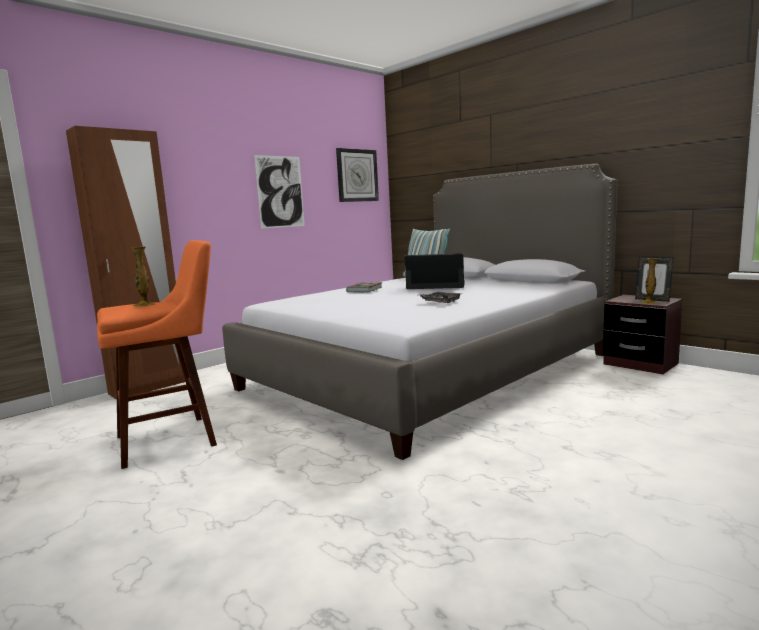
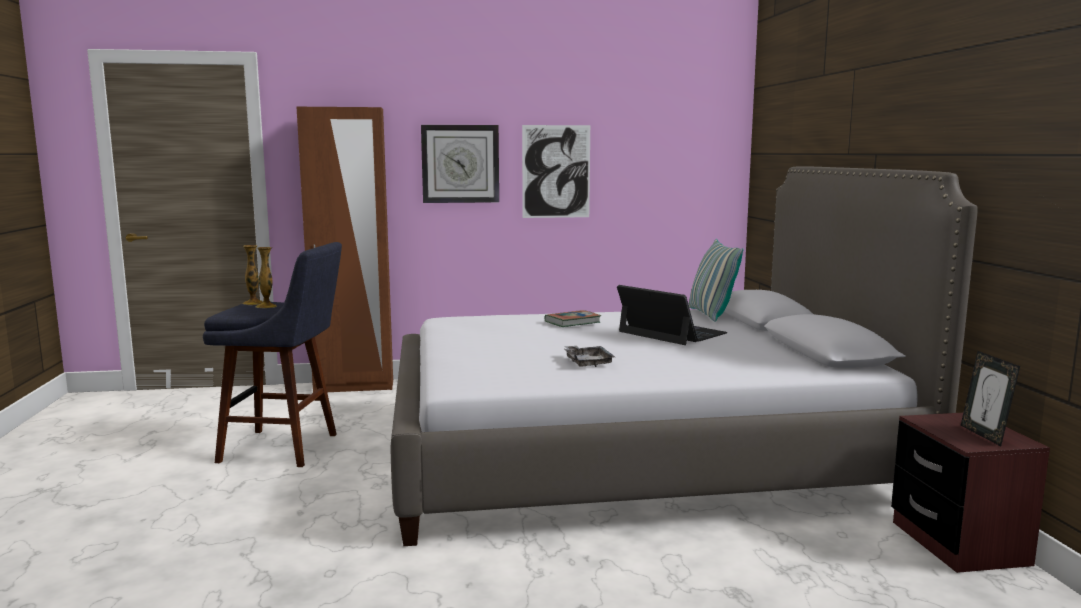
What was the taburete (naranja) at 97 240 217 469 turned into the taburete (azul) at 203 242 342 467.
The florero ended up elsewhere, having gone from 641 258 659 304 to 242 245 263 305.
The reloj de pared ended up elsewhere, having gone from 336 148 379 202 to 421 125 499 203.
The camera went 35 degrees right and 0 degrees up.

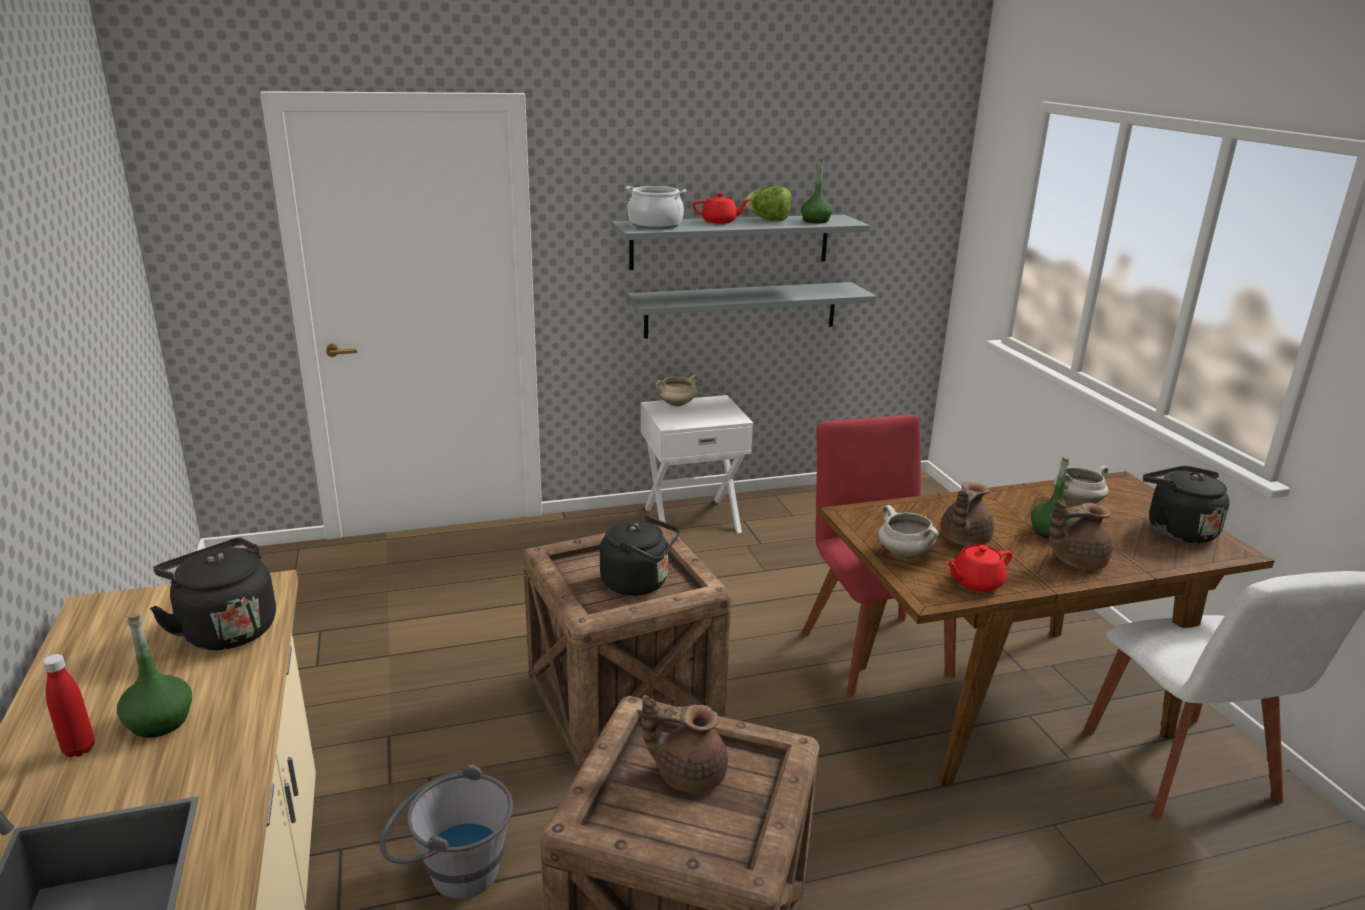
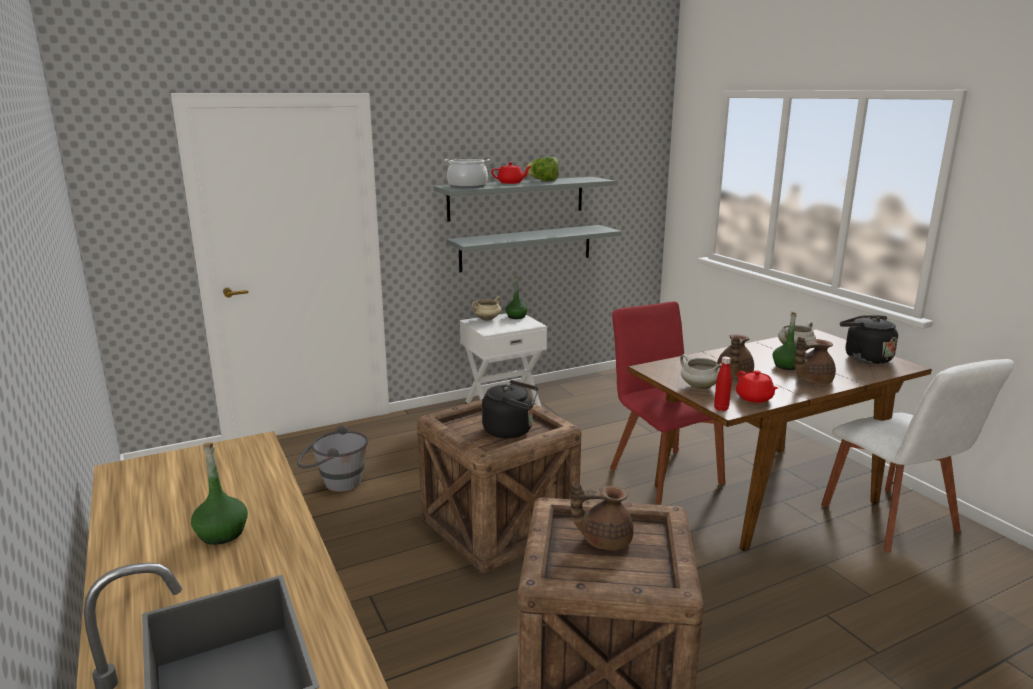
The cubo (gris) ended up elsewhere, having gone from 380 764 513 899 to 297 425 368 492.
The botella (verde) ended up elsewhere, having gone from 801 159 833 223 to 506 276 528 319.
The botella (rojo) ended up elsewhere, having gone from 42 654 94 757 to 714 357 732 411.
The tetera (rojo) at 946 545 1012 592 ended up facing another way, 75 degrees counterclockwise from before.
The second view lost the hervidor (negro) at 149 538 276 650.
The camera went 10 degrees left and 5 degrees down.

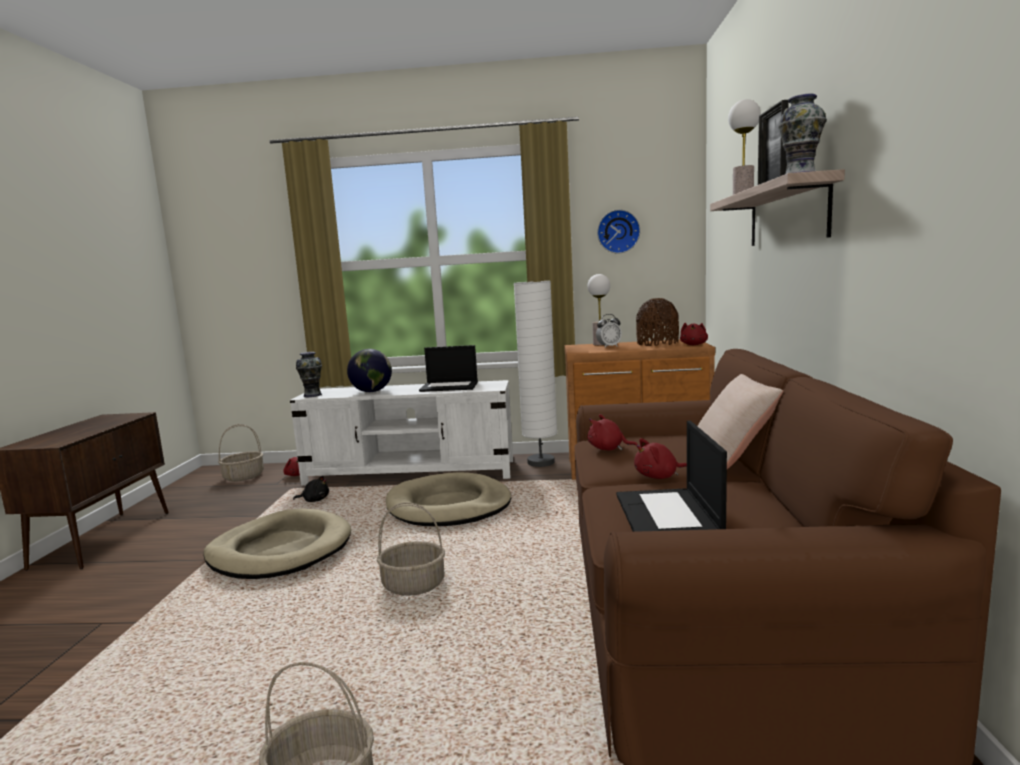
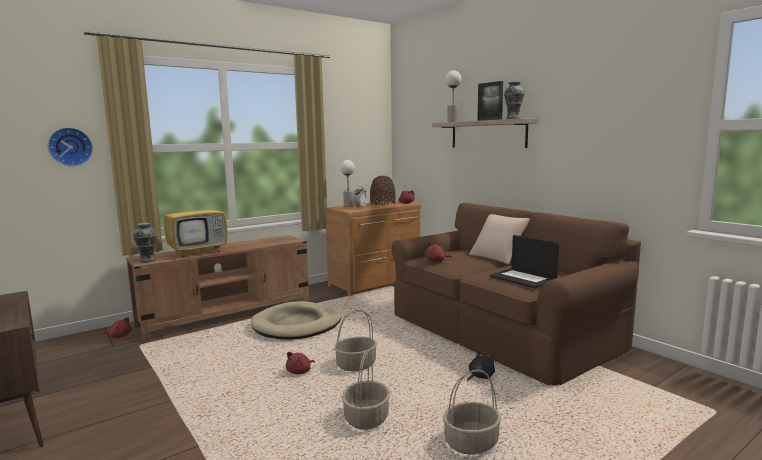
The reloj de pared ended up elsewhere, having gone from 597 210 640 254 to 47 127 93 166.
What was the mueble de televisión (blanco) at 290 380 513 486 turned into the mueble de televisión (marrón) at 126 235 309 341.
Where the globo terráqueo stood at 347 349 392 392, the televisor came to stand at 164 184 228 257.
The peluche (rojo) ended up elsewhere, having gone from 634 438 687 479 to 286 352 315 374.
The cesta ended up elsewhere, having gone from 218 424 264 482 to 342 350 390 430.
The peluche (negro) ended up elsewhere, having gone from 293 476 329 502 to 467 351 495 382.
The second view lost the cama para perro (beis) at 203 508 351 579.
The second view lost the portátil at 419 345 478 392.
The second view lost the lámpara de pie (blanco) at 513 281 557 467.
The camera went 40 degrees left and 0 degrees up.

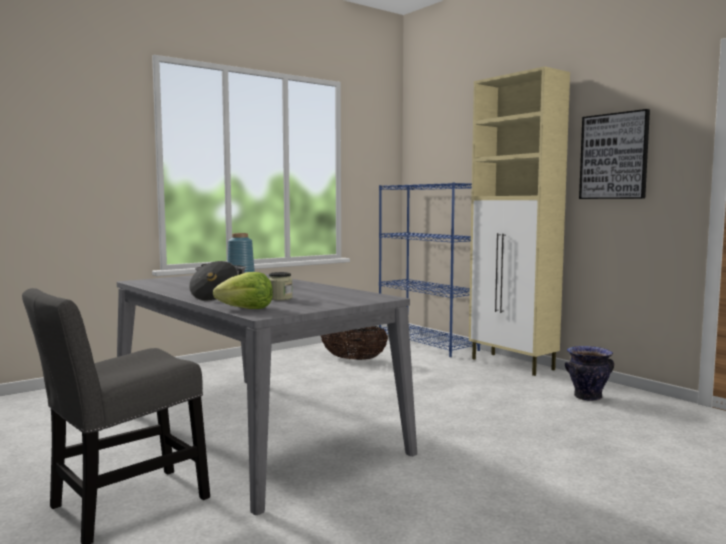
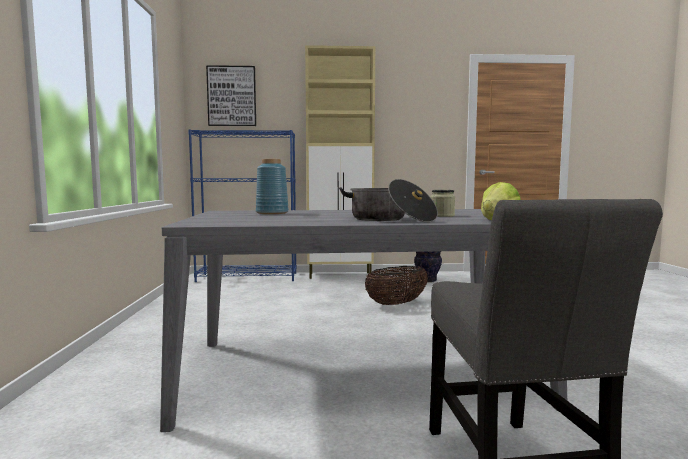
The cuadro ended up elsewhere, having gone from 579 109 650 199 to 206 65 256 126.
The cesta ended up elsewhere, having gone from 321 326 388 360 to 365 266 428 305.
The camera went 55 degrees left and 0 degrees up.

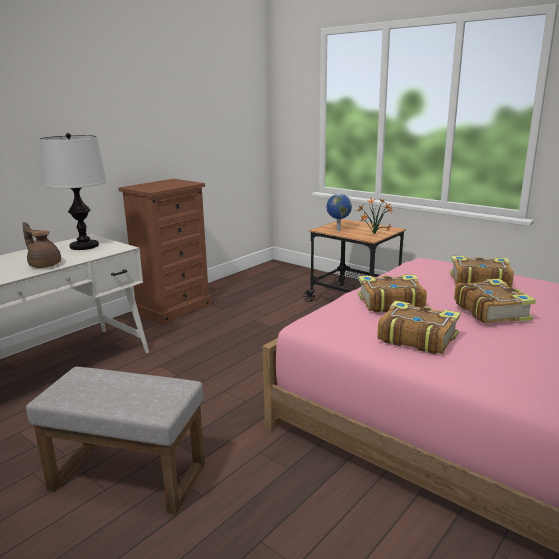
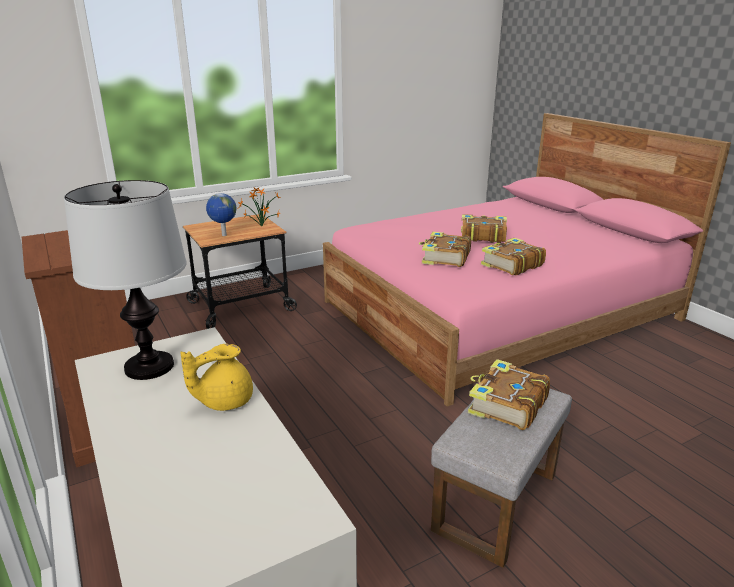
What was the tetera (marrón) at 22 222 61 268 turned into the tetera (amarillo) at 181 344 253 411.
The libro ended up elsewhere, having gone from 450 256 514 288 to 468 359 550 430.
The camera went 70 degrees left and 5 degrees up.

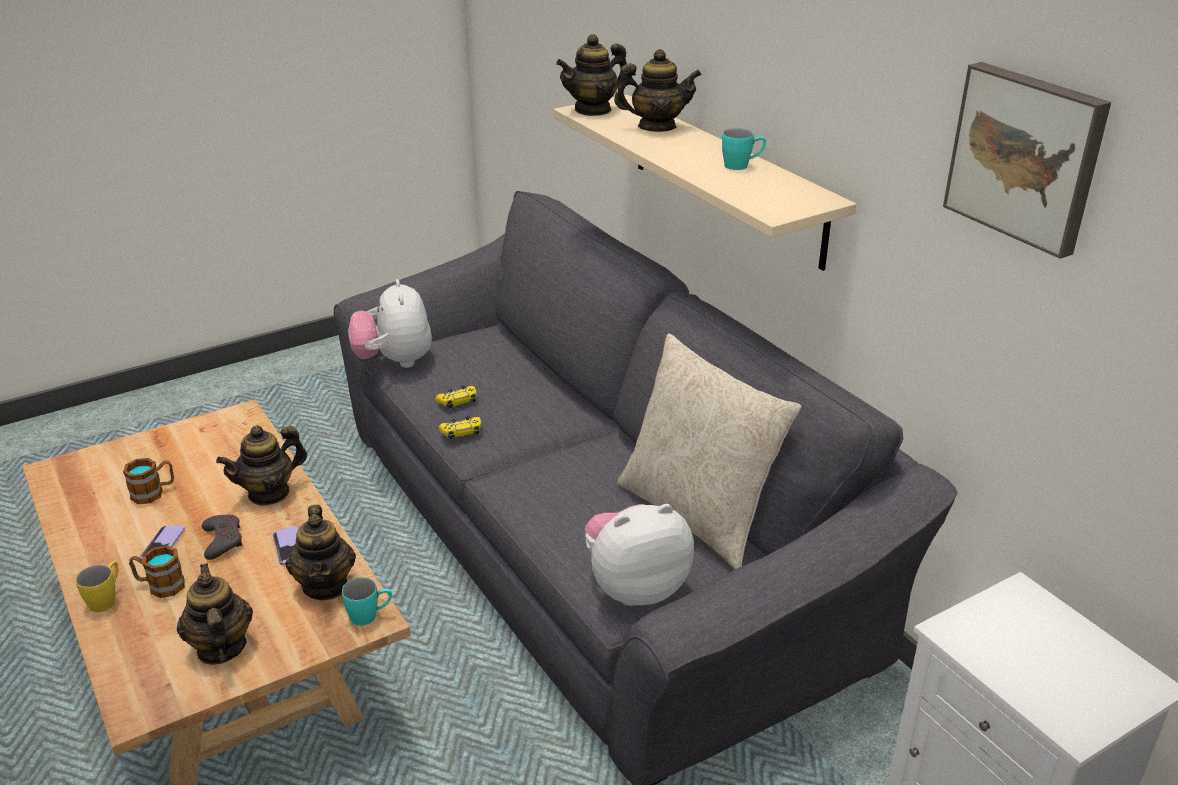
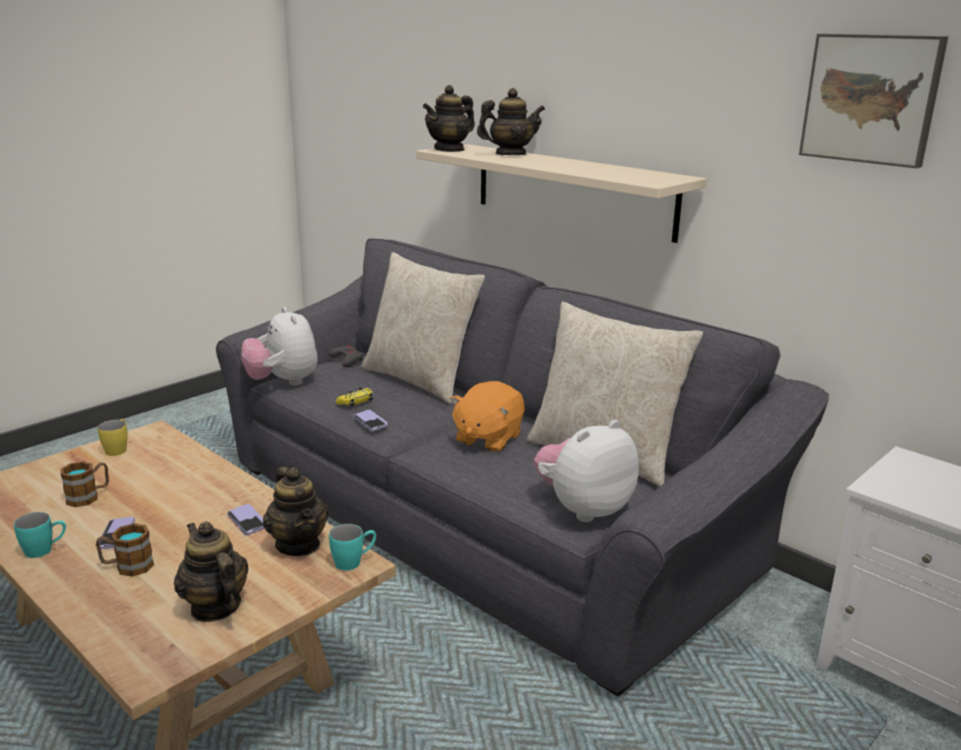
The taza grande (turquesa) ended up elsewhere, having gone from 722 128 766 170 to 14 512 66 558.
The taza grande (amarillo) ended up elsewhere, having gone from 76 561 118 612 to 98 419 128 456.
The mando de consola (gris) ended up elsewhere, having gone from 202 515 242 560 to 329 345 363 367.
Where the mando de consola (amarillo) stood at 439 416 481 439, the móvil came to stand at 354 410 388 431.
The second view gained the cojín (beis) at 362 252 485 404.
The second view gained the peluche (naranja) at 450 381 525 452.
The second view lost the tetera at 216 425 307 506.
The camera went 15 degrees left and 10 degrees down.

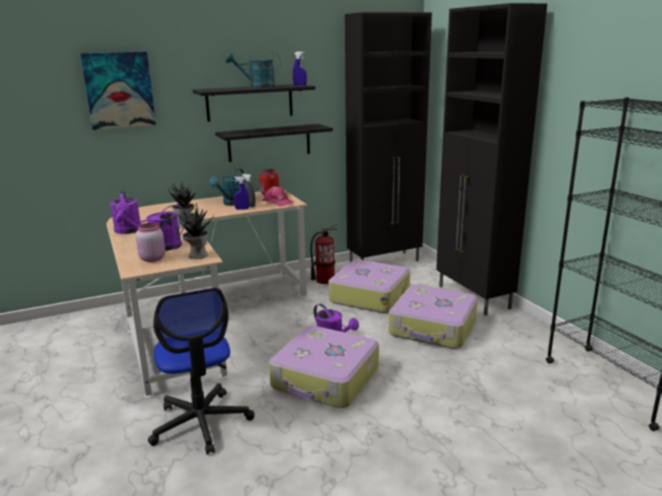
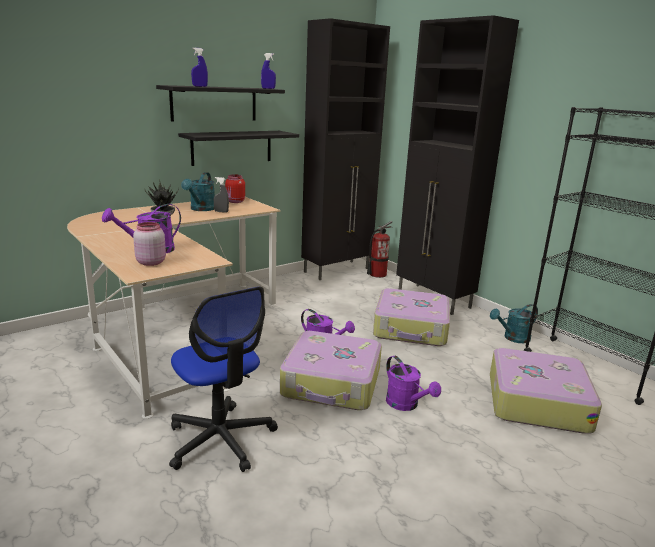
The pulverizador (azul) ended up elsewhere, having gone from 234 176 249 210 to 191 47 208 87.
The extintor ended up elsewhere, having gone from 310 223 338 284 to 367 221 392 278.
The regadera (morado) ended up elsewhere, having gone from 110 191 141 234 to 386 356 441 411.
The regadera (turquesa) ended up elsewhere, having gone from 226 52 281 88 to 490 304 538 343.
The maleta ended up elsewhere, having gone from 329 259 410 313 to 490 348 602 434.
The second view lost the cuadro at 80 51 156 130.
The second view lost the planta en maceta at 178 203 214 259.
The second view lost the gorra (rosa) at 262 186 294 207.
The camera went 15 degrees left and 0 degrees up.

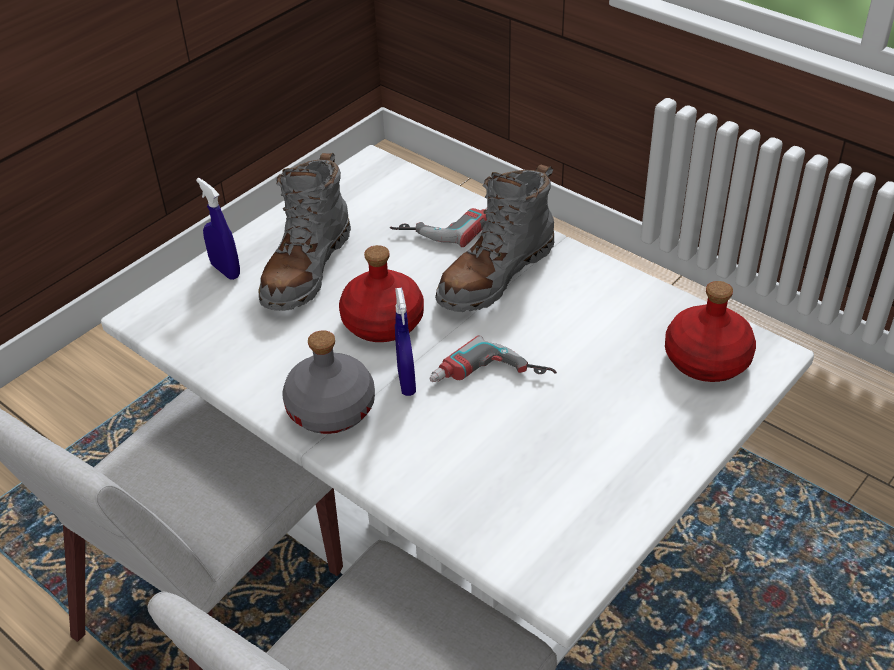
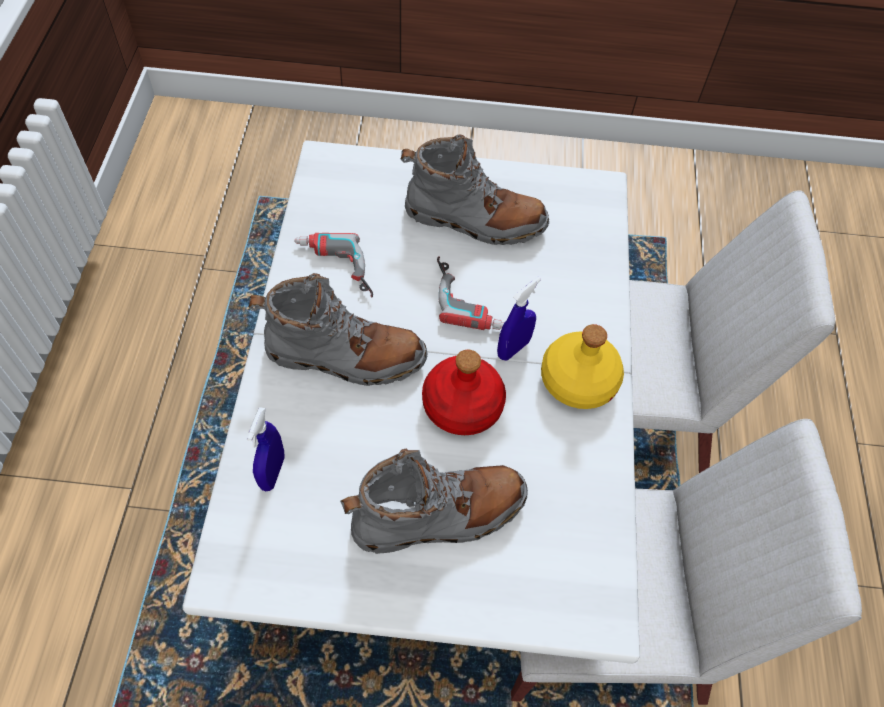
The pulverizador (azul) ended up elsewhere, having gone from 196 178 240 280 to 247 407 285 491.
The taladro ended up elsewhere, having gone from 390 207 487 247 to 294 233 373 298.
The second view gained the bota (gris) at 401 134 549 245.
What was the botella (gris) at 282 330 375 434 turned into the botella (amarillo) at 541 324 624 409.
The second view lost the botella (rojo) at 665 281 756 382.
The camera went 130 degrees left and 15 degrees up.

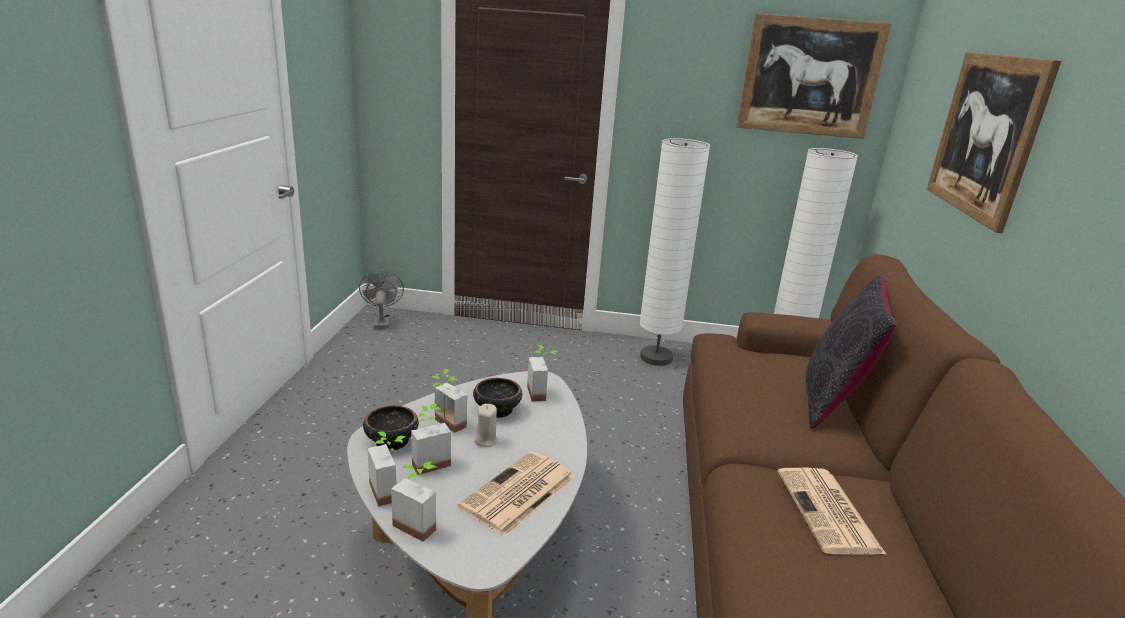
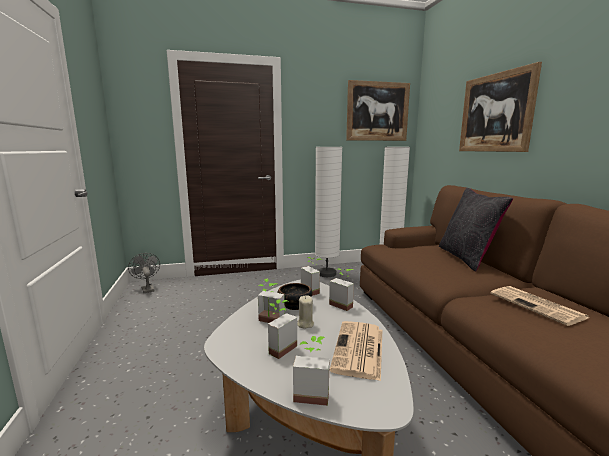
The planta en maceta ended up elsewhere, having gone from 367 432 405 506 to 329 268 354 311.
The second view lost the cuenco at 363 405 419 450.
The camera went 20 degrees left and 10 degrees down.

